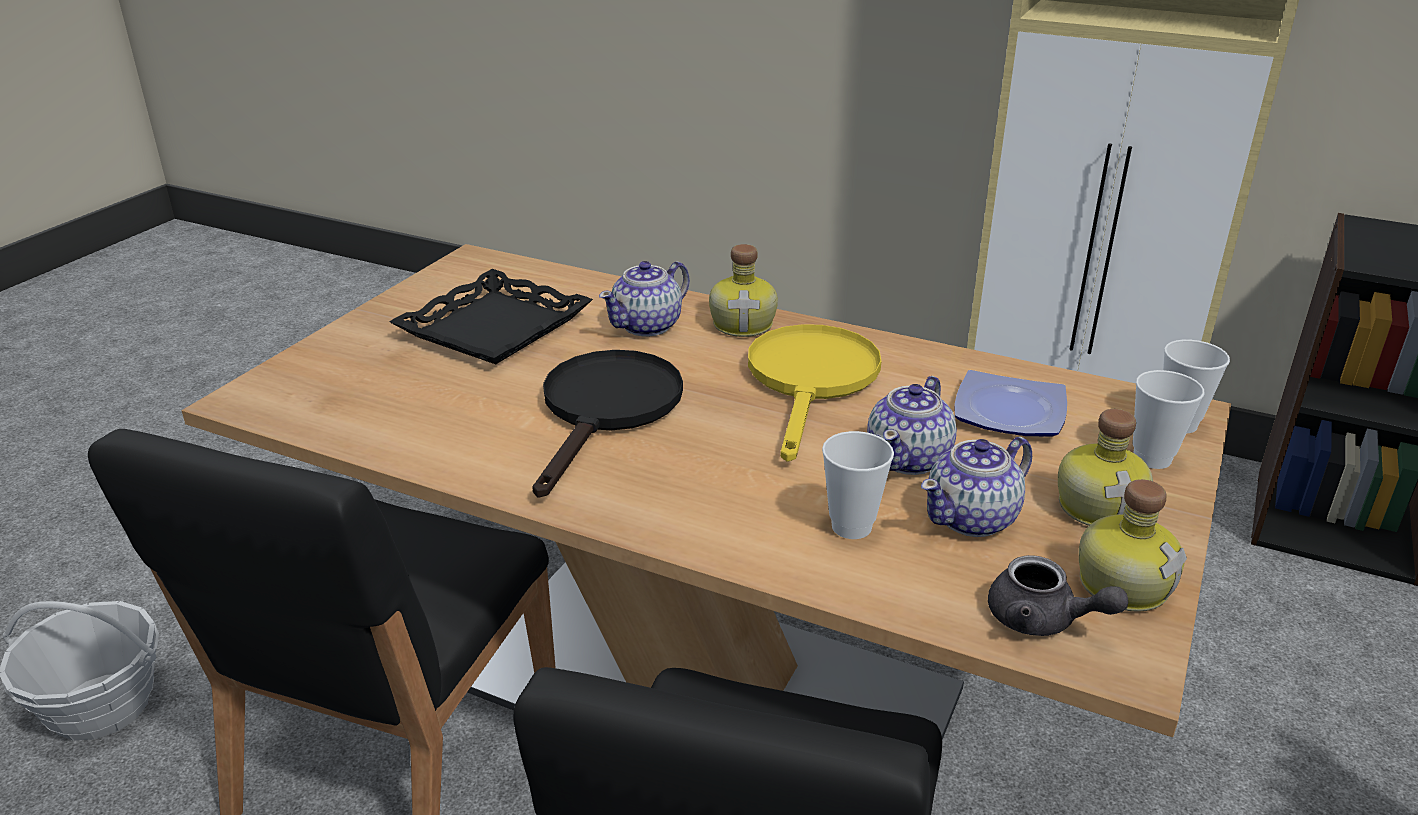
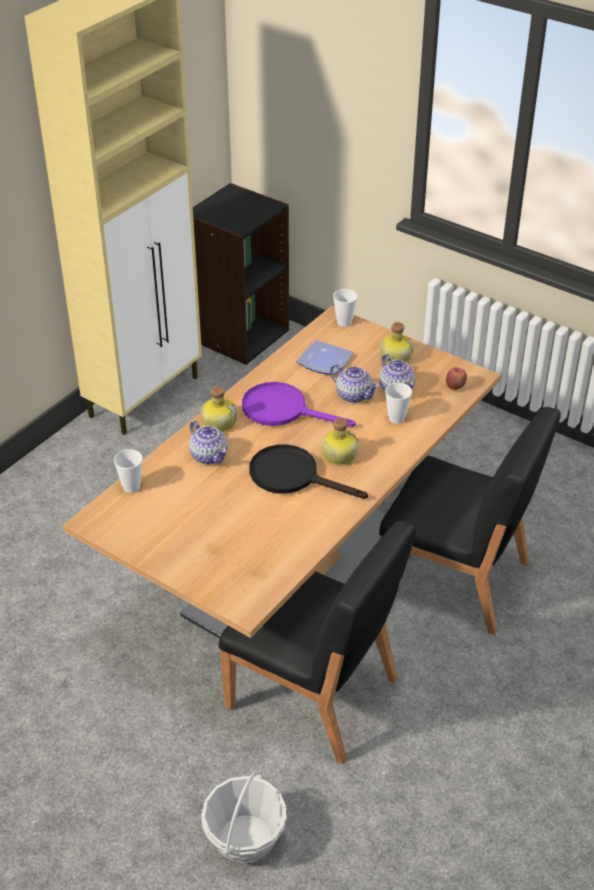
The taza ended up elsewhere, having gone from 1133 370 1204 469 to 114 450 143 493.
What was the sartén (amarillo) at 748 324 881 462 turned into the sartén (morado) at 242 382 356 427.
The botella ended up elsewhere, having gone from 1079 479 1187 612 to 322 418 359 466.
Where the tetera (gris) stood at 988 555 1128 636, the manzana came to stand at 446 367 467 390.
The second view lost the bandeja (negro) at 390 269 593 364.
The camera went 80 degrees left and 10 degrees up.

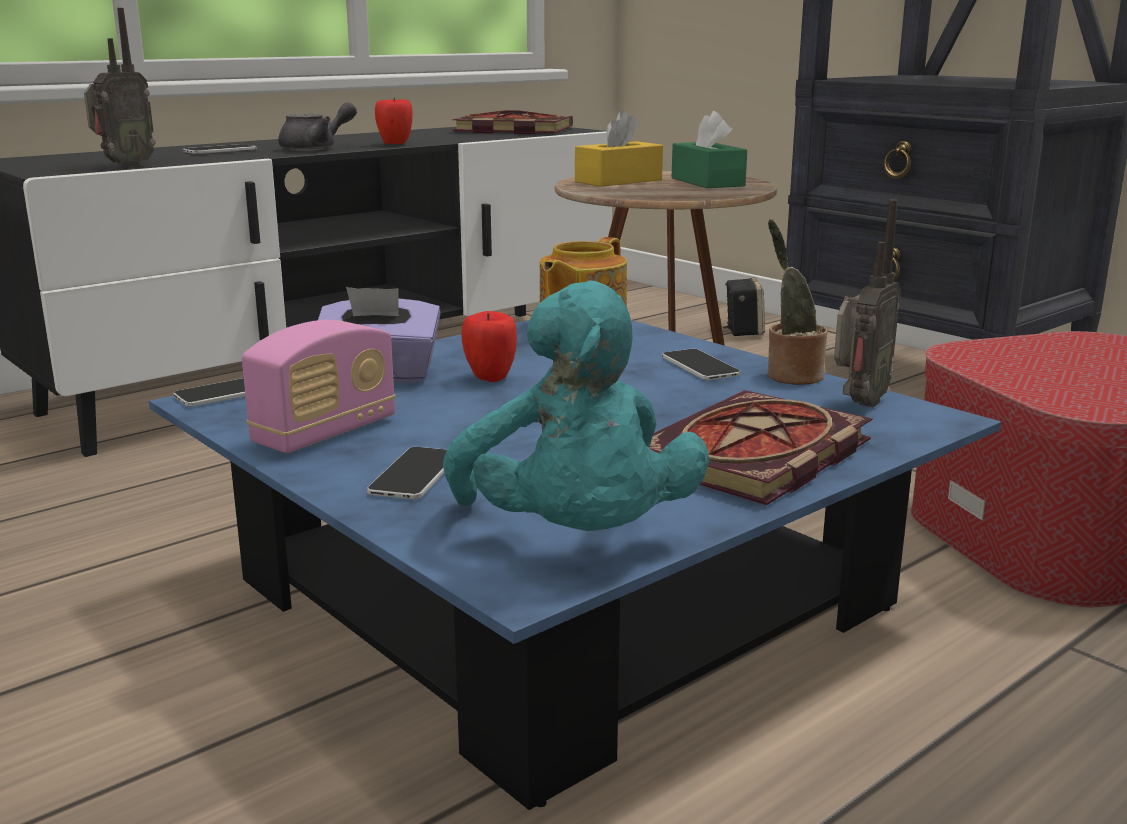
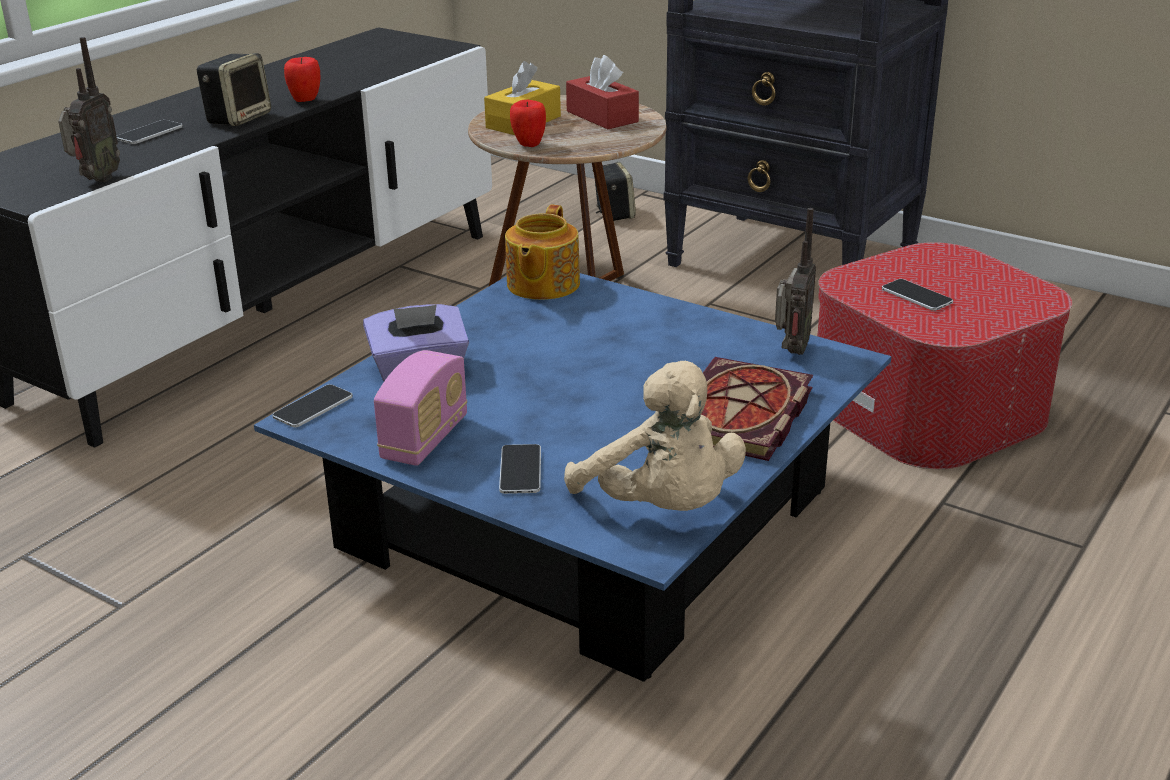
Where the tetera (gris) stood at 278 102 357 151, the altavoz came to stand at 196 53 271 126.
The manzana ended up elsewhere, having gone from 461 311 517 382 to 510 100 546 147.
What was the peluche (turquesa) at 443 280 710 531 turned into the peluche (beis) at 564 361 746 511.
What was the caja de pañuelos (verde) at 671 111 747 188 turned into the caja de pañuelos (rojo) at 566 55 639 129.
The móvil ended up elsewhere, having gone from 662 349 741 380 to 882 279 953 311.
The second view lost the libro at 452 110 573 134.
The second view lost the planta en maceta at 768 219 827 385.
The camera went 15 degrees left and 10 degrees up.

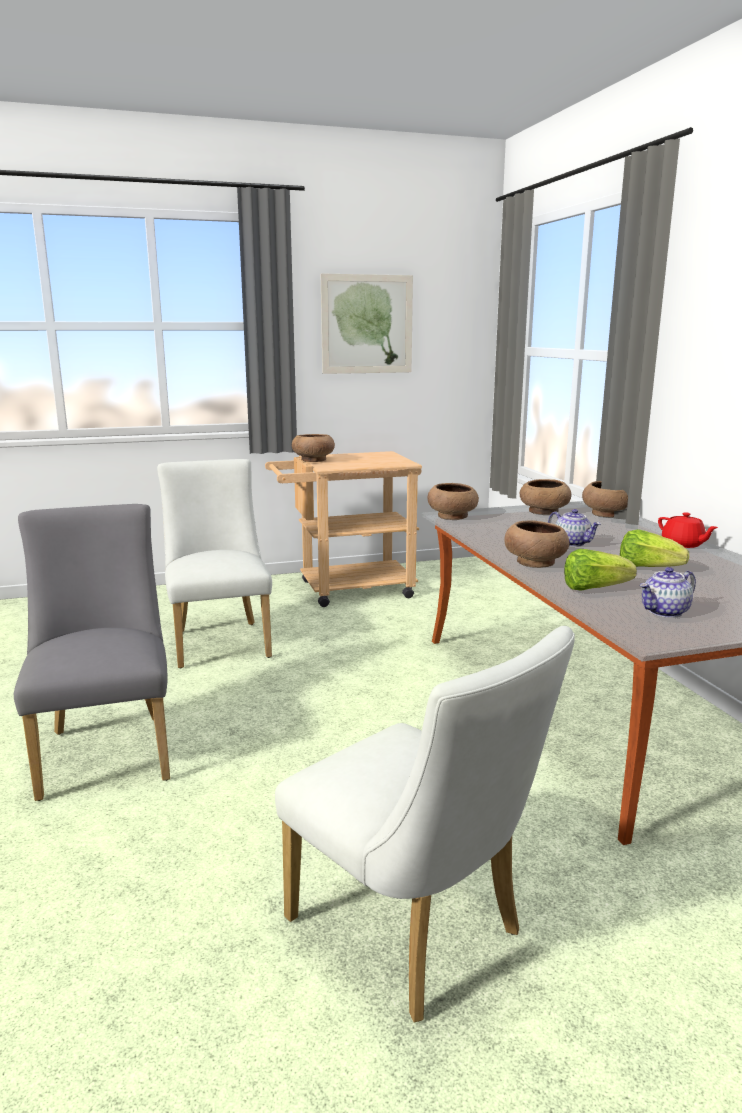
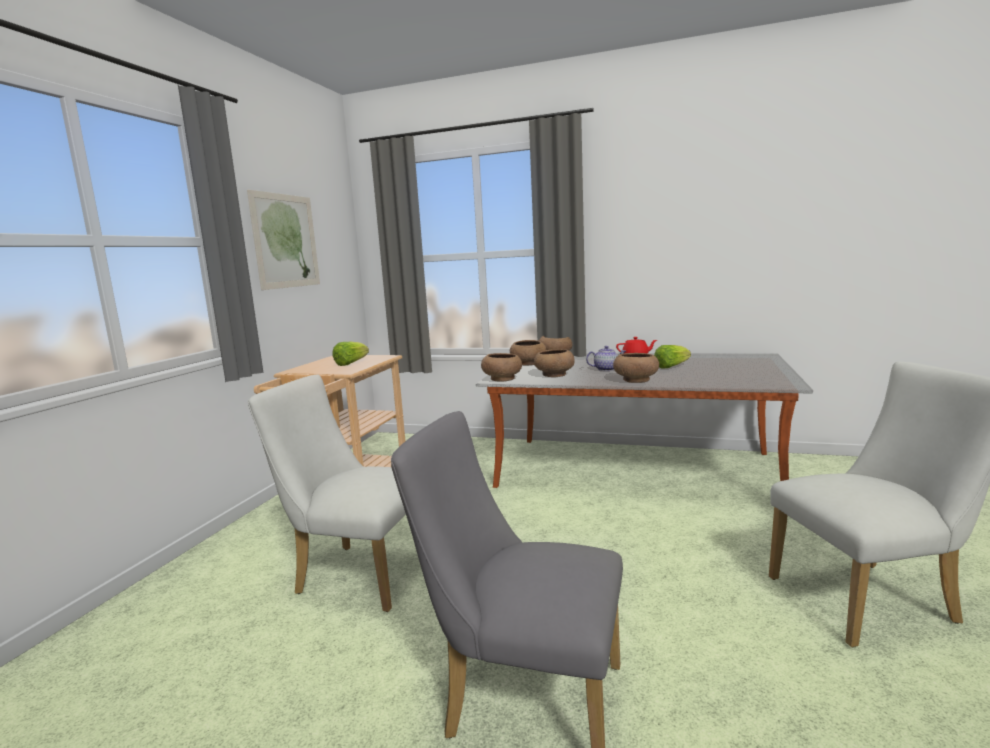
The lechuga ended up elsewhere, having gone from 564 549 637 591 to 333 342 369 366.
The cuenco (marrón) ended up elsewhere, having gone from 292 434 335 462 to 534 349 575 377.
The second view lost the tetera at 640 567 696 618.
The camera went 55 degrees left and 5 degrees down.

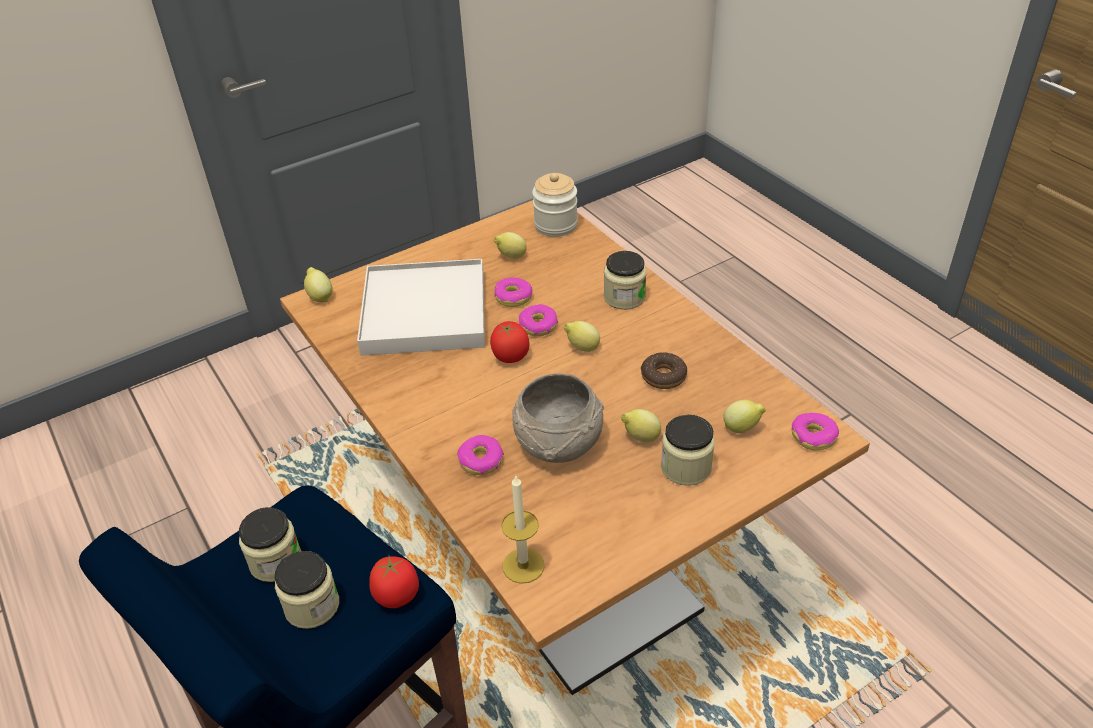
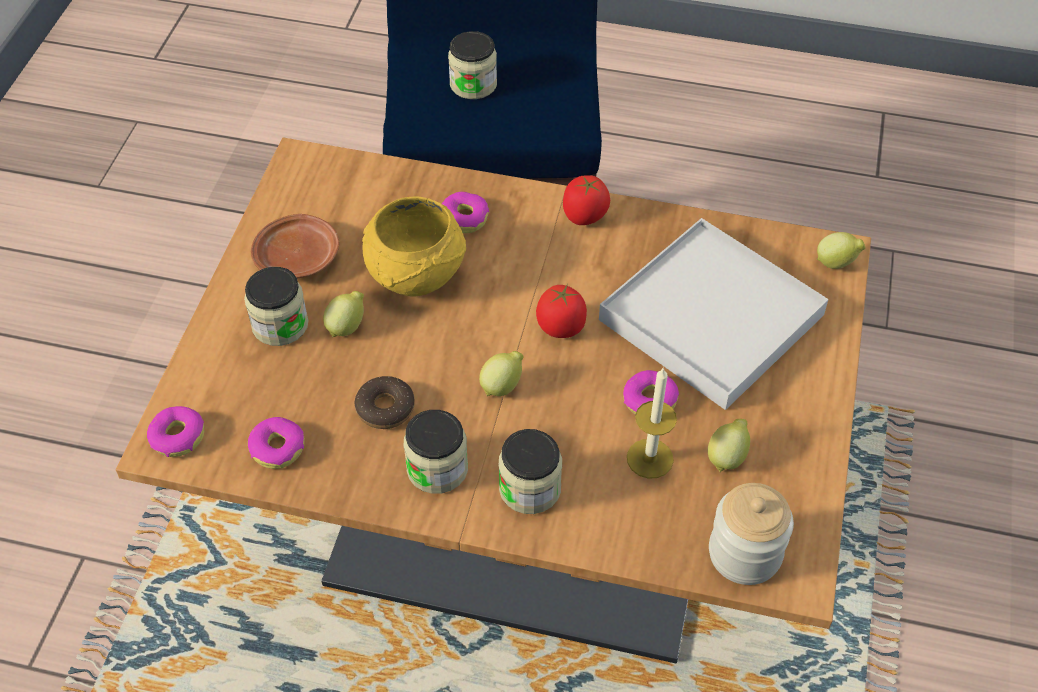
The rosquilla ended up elsewhere, having gone from 519 304 558 336 to 248 417 305 469.
The second view gained the plato (marrón) at 251 214 339 279.
What was the cuenco (gris) at 512 373 604 463 turned into the cuenco (amarillo) at 362 197 466 296.
The tarro ended up elsewhere, having gone from 239 507 301 582 to 404 410 468 494.
The tomate ended up elsewhere, having gone from 369 556 419 608 to 563 175 610 225.
The vela ended up elsewhere, having gone from 501 476 544 584 to 627 367 677 479.
The second view lost the limón at 723 400 766 433.
The camera went 135 degrees right and 10 degrees up.

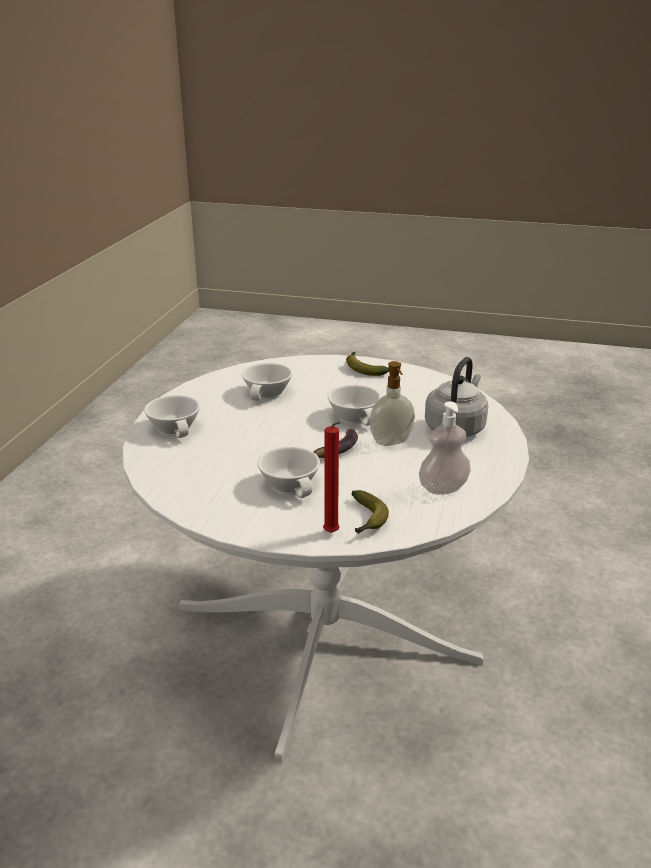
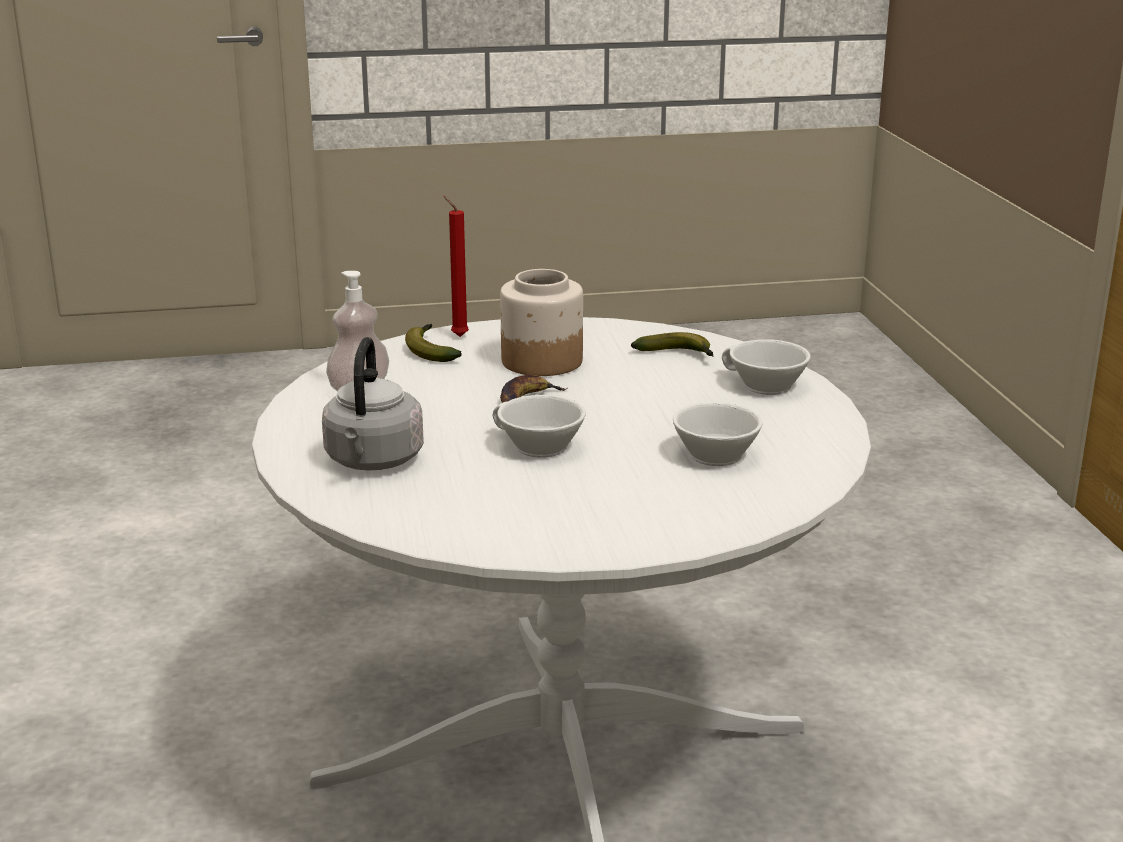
Where the taza (blanco) stood at 258 446 320 498, the tarro came to stand at 500 269 583 376.
The plátano ended up elsewhere, having gone from 346 352 389 376 to 631 332 714 357.
The second view lost the dispensador de jabón at 370 361 415 446.
The camera went 155 degrees right and 5 degrees down.

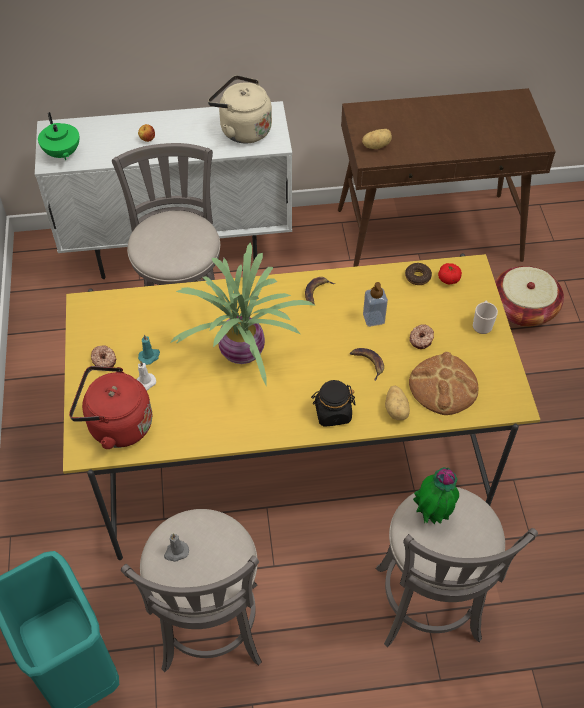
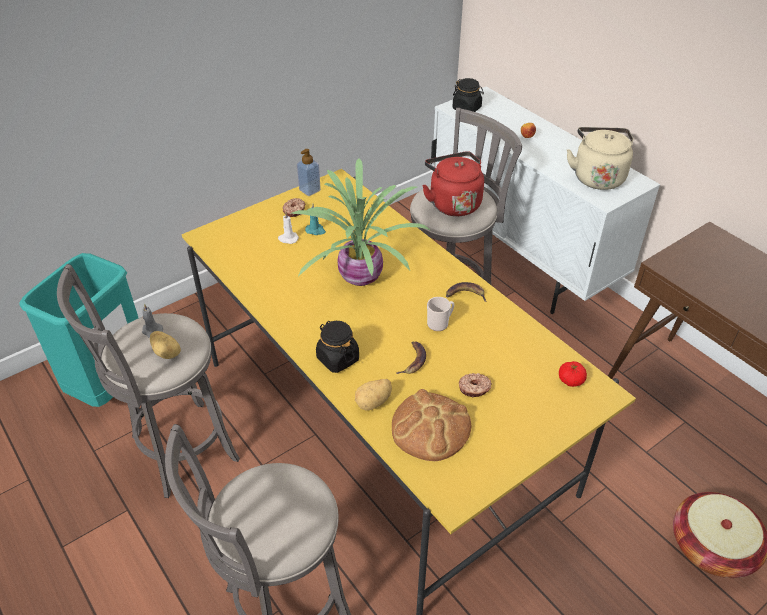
The patata ended up elsewhere, having gone from 362 129 392 149 to 150 331 181 359.
The dispensador de jabón ended up elsewhere, having gone from 363 282 388 327 to 297 149 321 196.
The hervidor (rojo) ended up elsewhere, having gone from 69 366 152 449 to 422 151 484 216.
The taza grande ended up elsewhere, having gone from 473 301 498 334 to 427 297 454 331.
Where the tetera (verde) stood at 38 112 80 160, the tarro (negro) came to stand at 452 78 484 112.
The second view lost the rosquilla at 405 263 432 285.
The second view lost the planta en maceta at 413 467 459 524.
The camera went 60 degrees right and 10 degrees down.

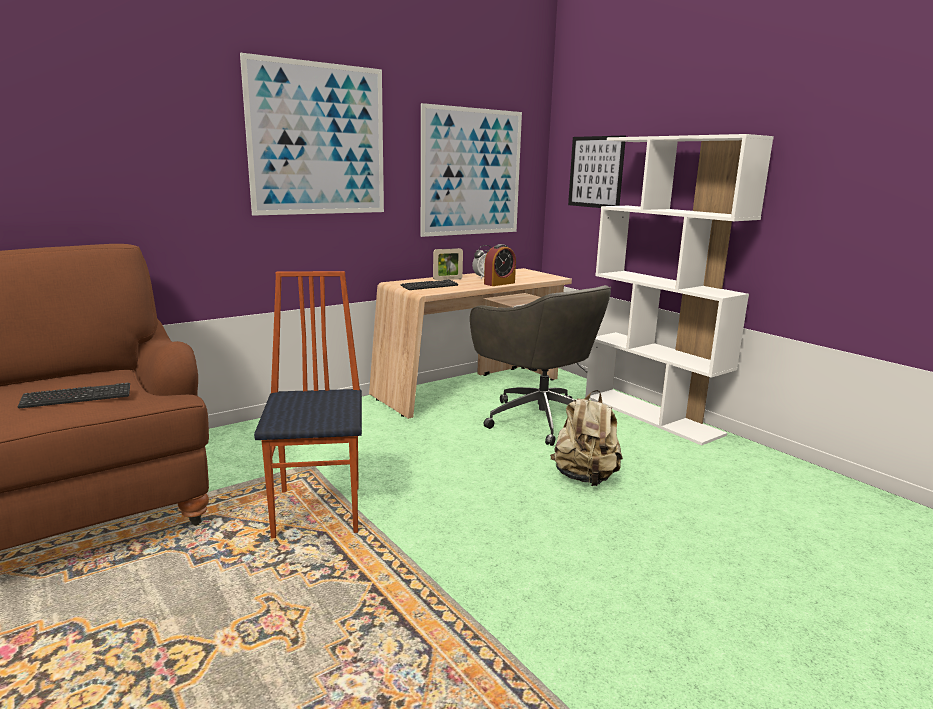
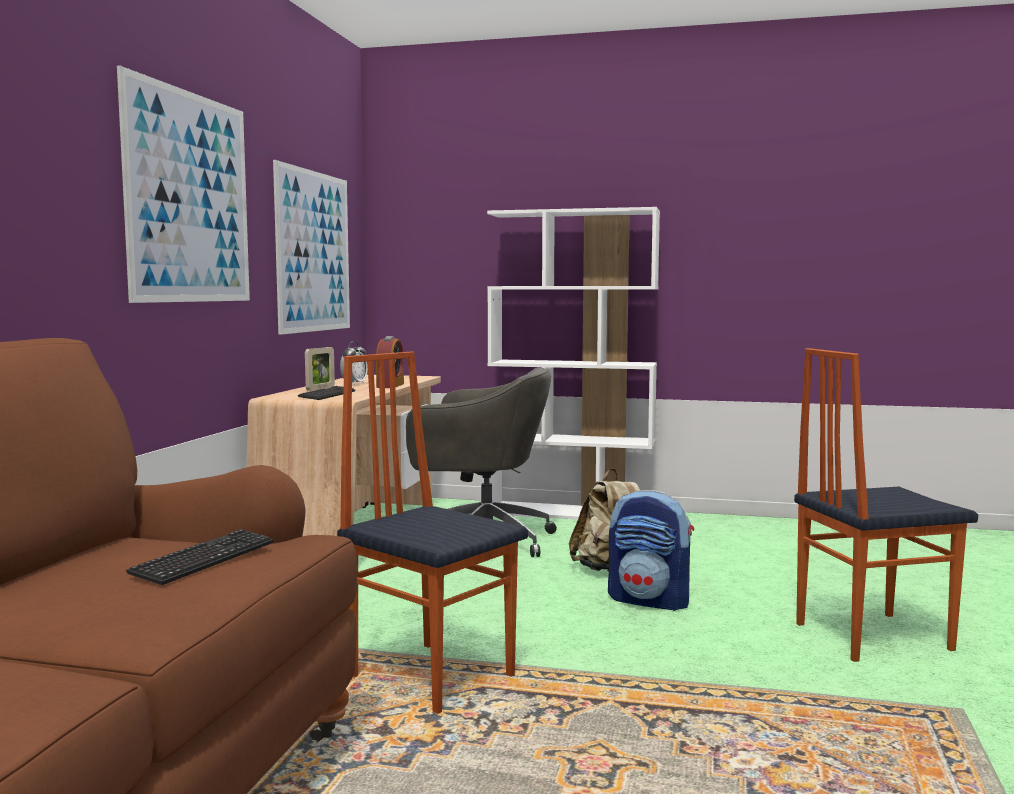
The second view gained the mochila at 608 490 694 611.
The second view gained the silla at 794 348 978 662.
The second view lost the cuadro at 568 136 626 208.
The camera went 40 degrees left and 10 degrees down.

